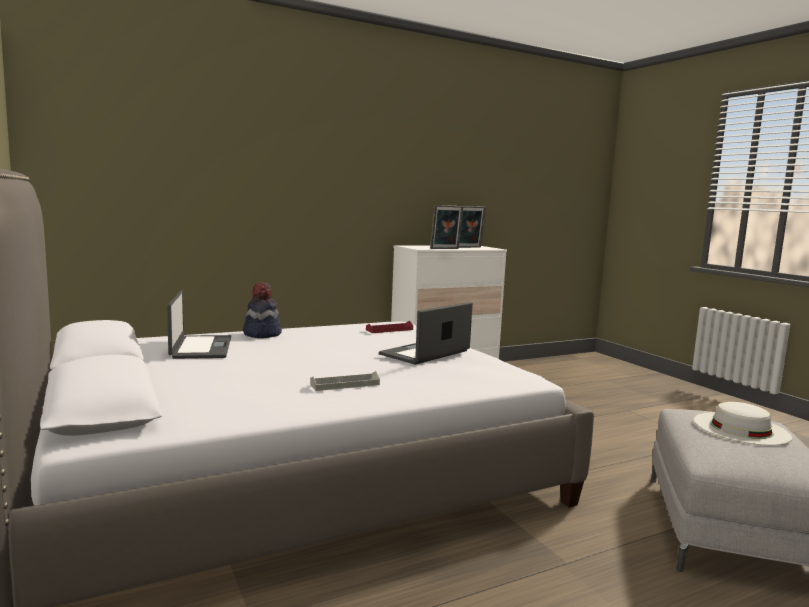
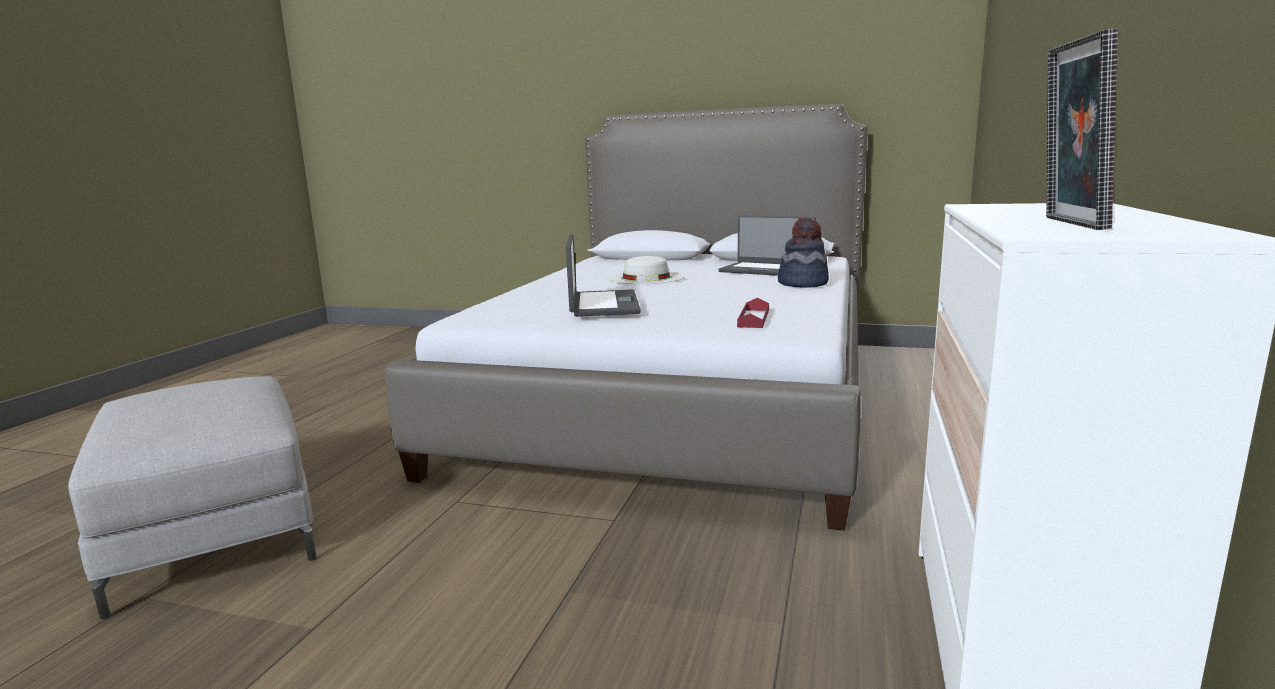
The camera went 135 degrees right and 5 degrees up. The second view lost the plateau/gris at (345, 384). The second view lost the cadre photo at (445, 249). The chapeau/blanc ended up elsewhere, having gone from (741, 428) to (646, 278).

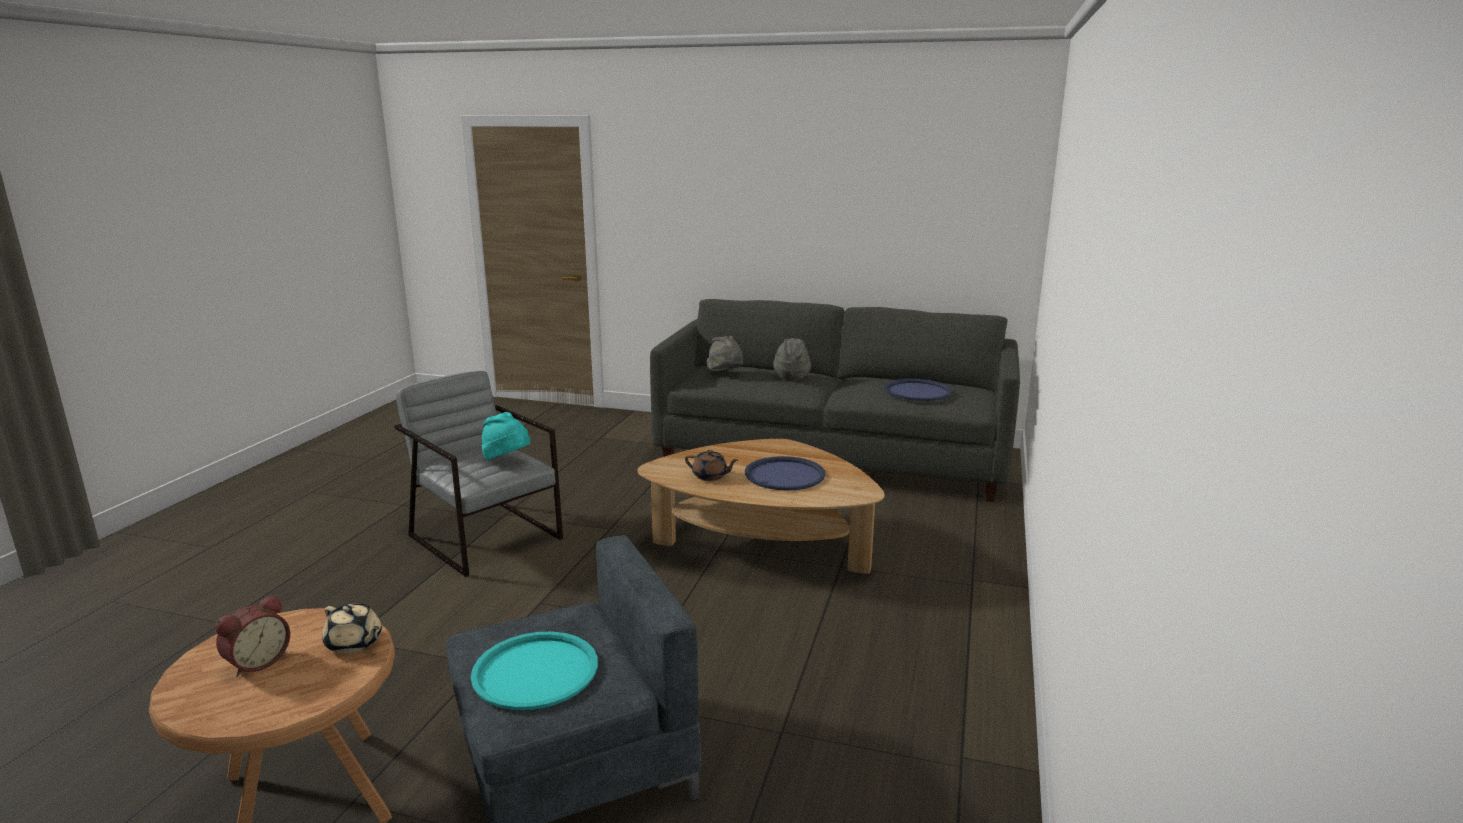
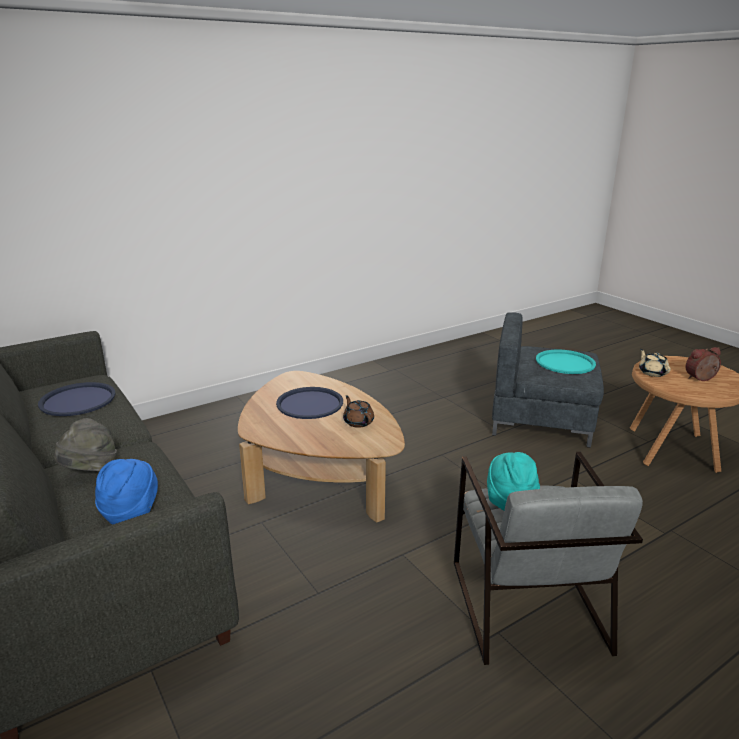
The camera went 140 degrees left and 5 degrees up. What was the chapeau/gris at (726, 374) turned into the chapeau/bleu at (130, 512).

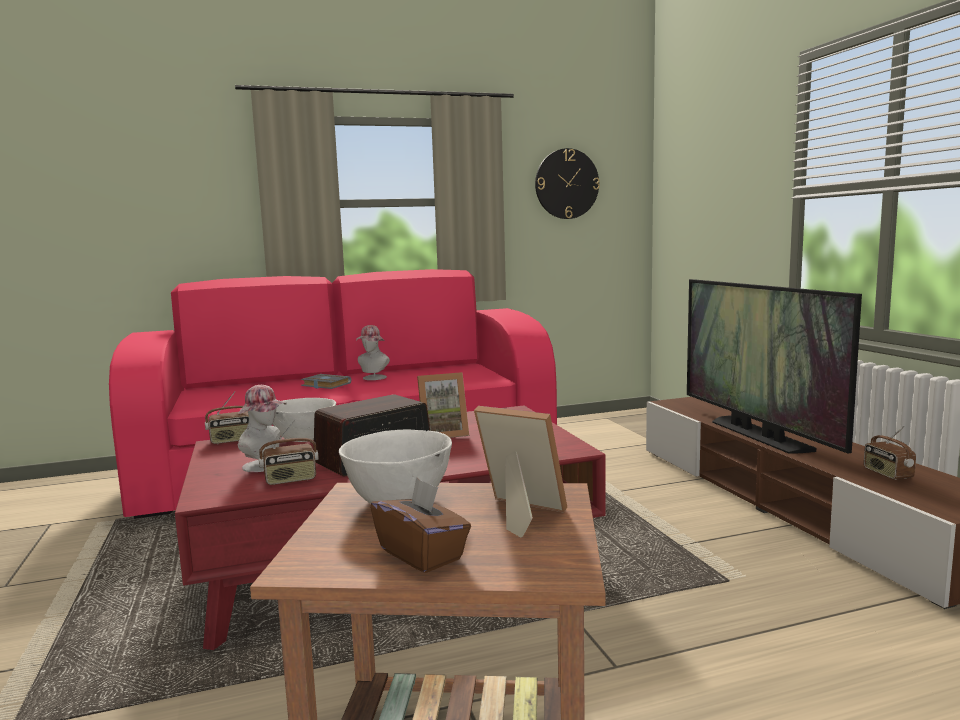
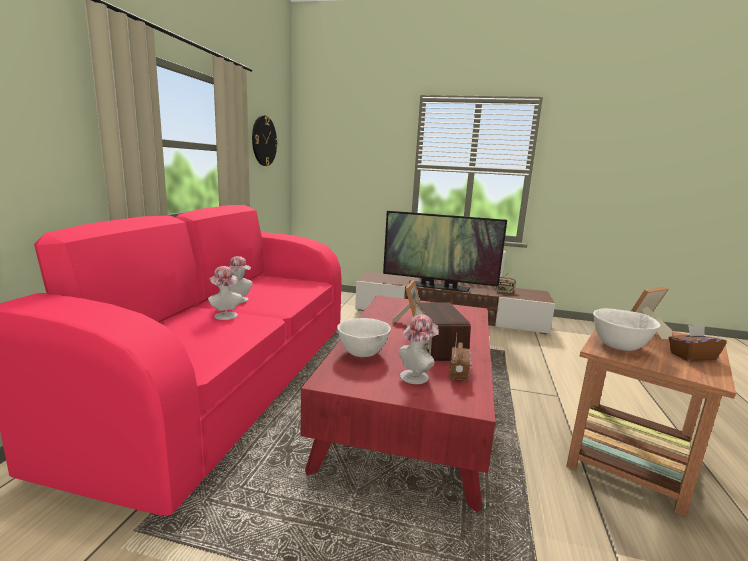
The camera went 60 degrees left and 5 degrees up. The second view lost the radio at (232, 441). Where the livre/gris stood at (324, 385), the chapeau came to stand at (225, 315).

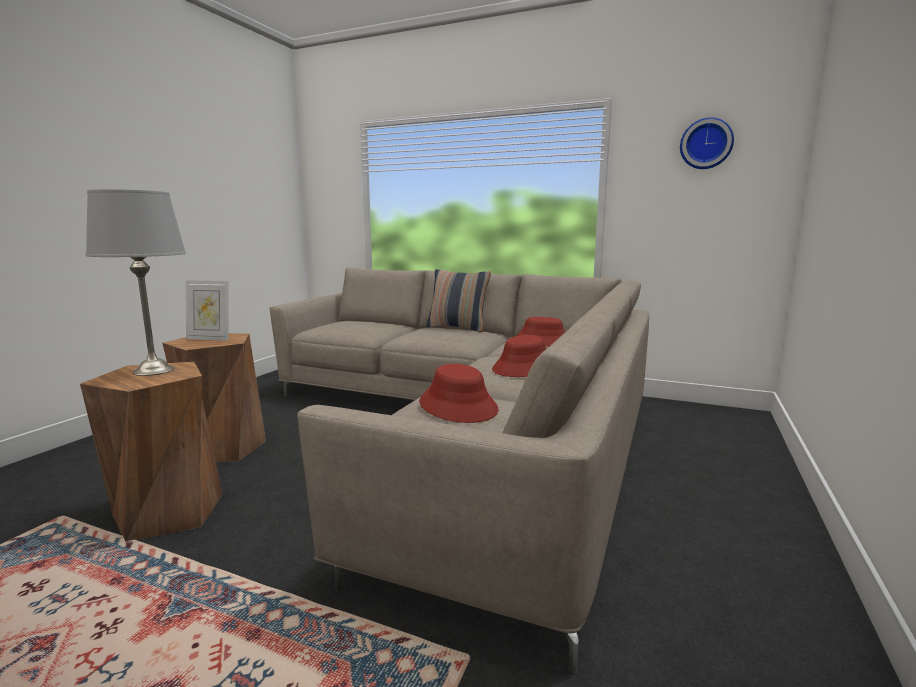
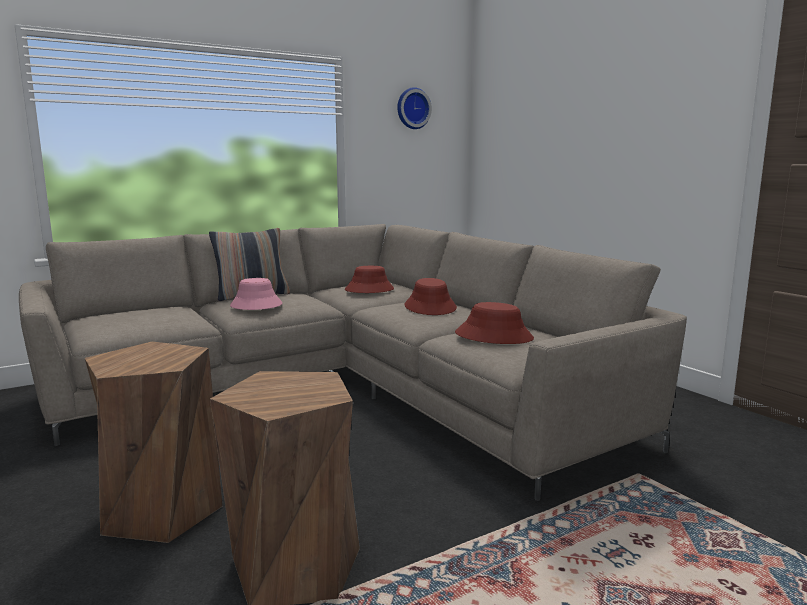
The camera went 55 degrees left and 0 degrees up. The second view lost the lampe de table/gris at (153, 371). The second view lost the cadre photo at (210, 338). The second view gained the chapeau/rose at (256, 305).

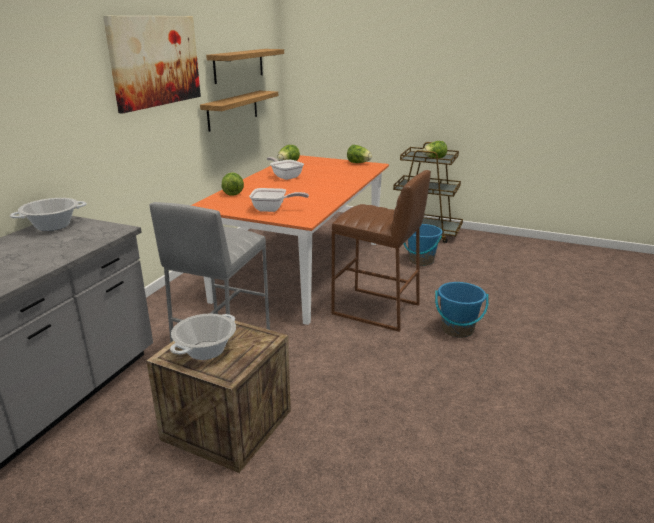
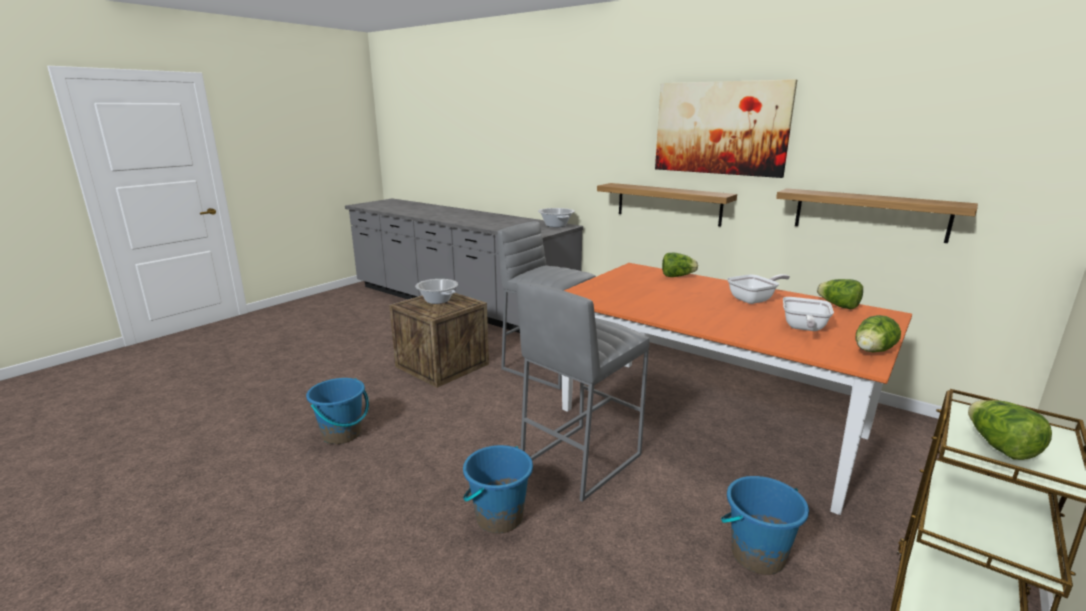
The camera went 105 degrees right and 5 degrees down. The second view gained the seau/bleu at (342, 434). The étagère ended up elsewhere, having gone from (239, 65) to (668, 204). The poêle ended up elsewhere, having gone from (273, 209) to (803, 328). What was the tabouret/marron at (376, 309) turned into the tabouret/gris at (579, 460).

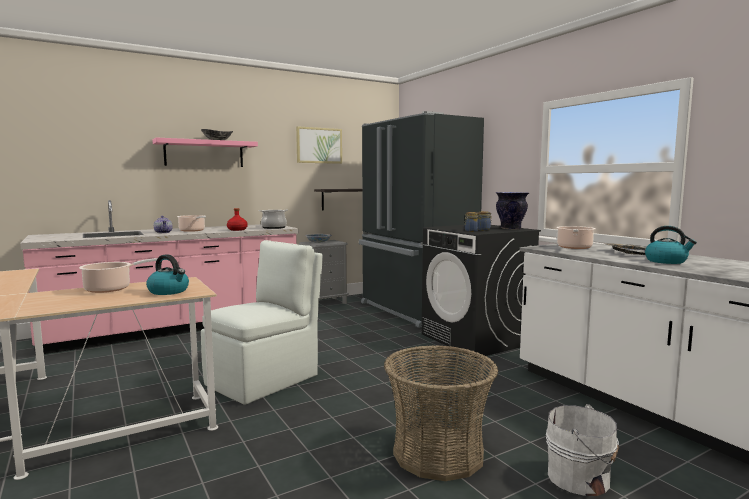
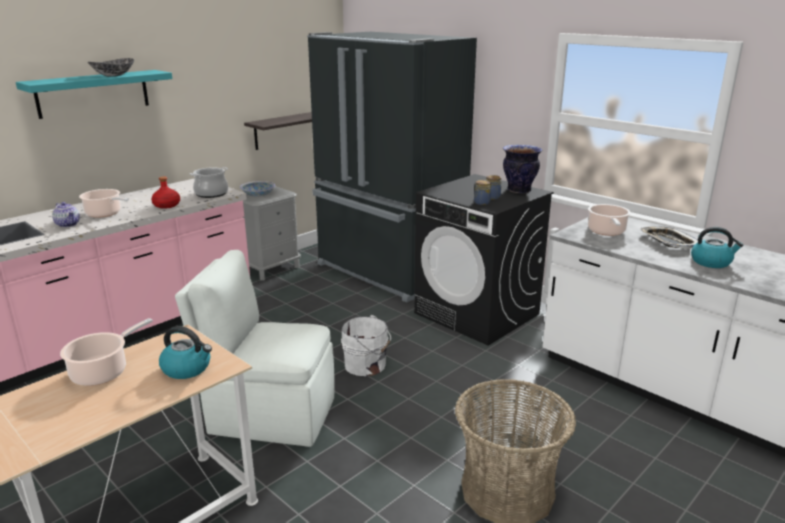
The camera went 15 degrees left and 15 degrees up. The second view lost the tableau at (319, 145). The seau/blanc ended up elsewhere, having gone from (581, 479) to (367, 365). What was the étagère/rose at (204, 153) turned into the étagère/turquoise at (93, 93). The chaise/blanc at (265, 379) ended up facing another way, 105 degrees counterclockwise from before.

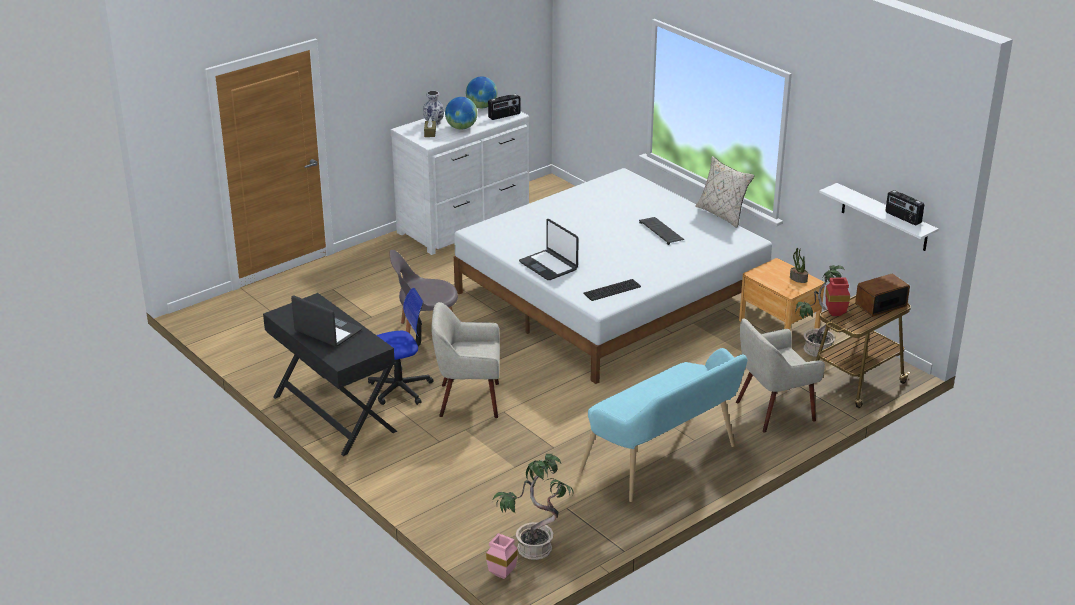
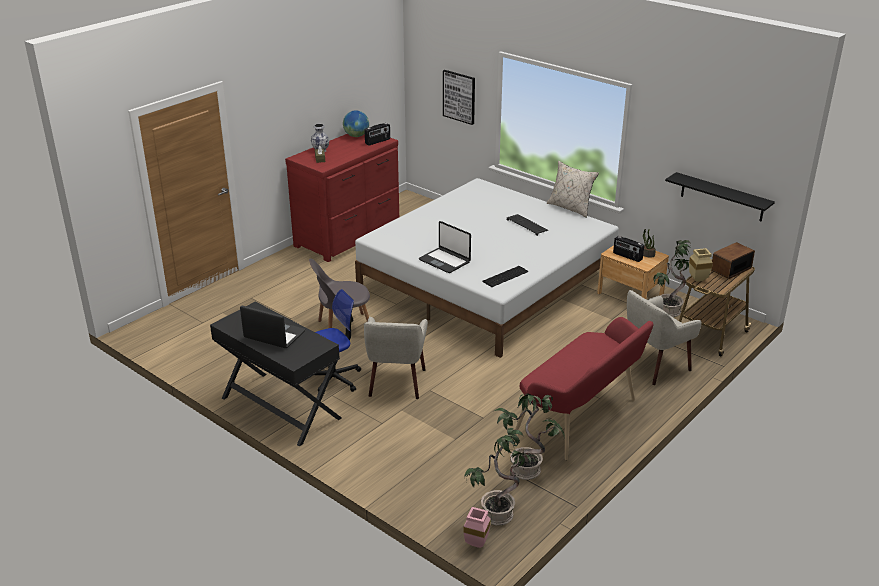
The camera went 10 degrees left and 0 degrees up. The second view lost the globe at (461, 128). The second view gained the tableau at (459, 96). The second view gained the plante en pot at (527, 469). The radio ended up elsewhere, having gone from (902, 218) to (627, 256). What was the commode/blanc at (465, 225) turned into the commode/rouge at (349, 236). What was the banc/turquoise at (664, 461) turned into the banc/rouge at (581, 420). What was the étagère/blanc at (884, 218) turned into the étagère/noir at (722, 197). What was the vase/rouge at (834, 314) turned into the vase/beige at (697, 280). The fauteuil/beige at (468, 400) ended up facing another way, 75 degrees counterclockwise from before.

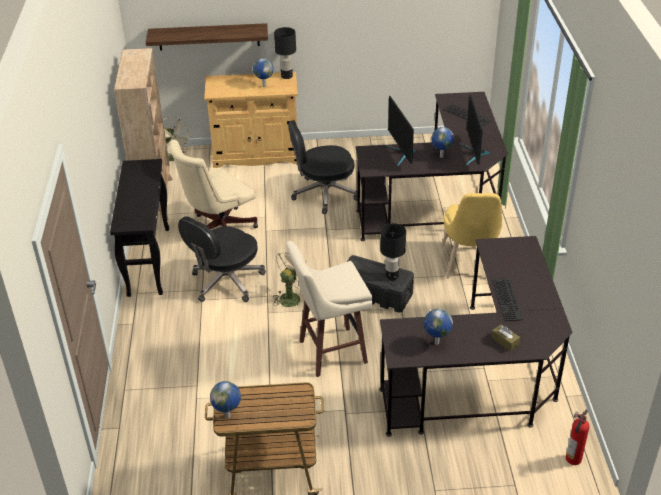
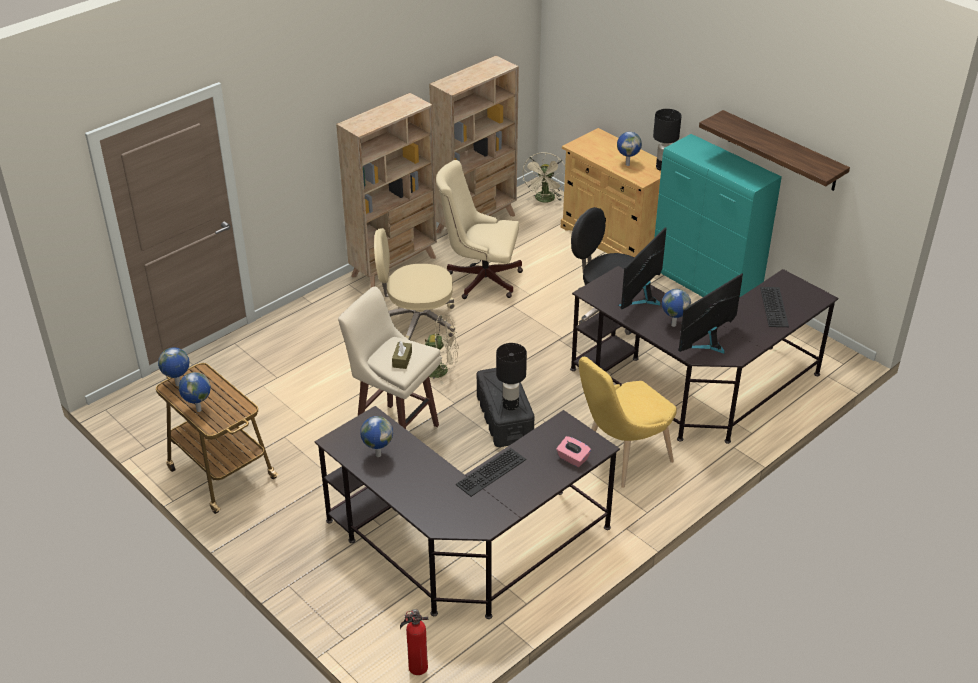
The camera went 50 degrees right and 0 degrees up. The second view gained the globe at (198, 410). The second view gained the boîte à mouchoirs/rose at (572, 459). The second view gained the meuble de rangement/turquoise at (705, 286). The étagère ended up elsewhere, having gone from (208, 37) to (782, 151). The boîte à mouchoirs/marron ended up elsewhere, having gone from (505, 341) to (402, 359). Where the table console/noir stood at (148, 261), the bibliothèque/beige came to stand at (394, 266). What was the chaise de bureau/noir at (226, 282) turned into the chaise de bureau/beige at (416, 322).

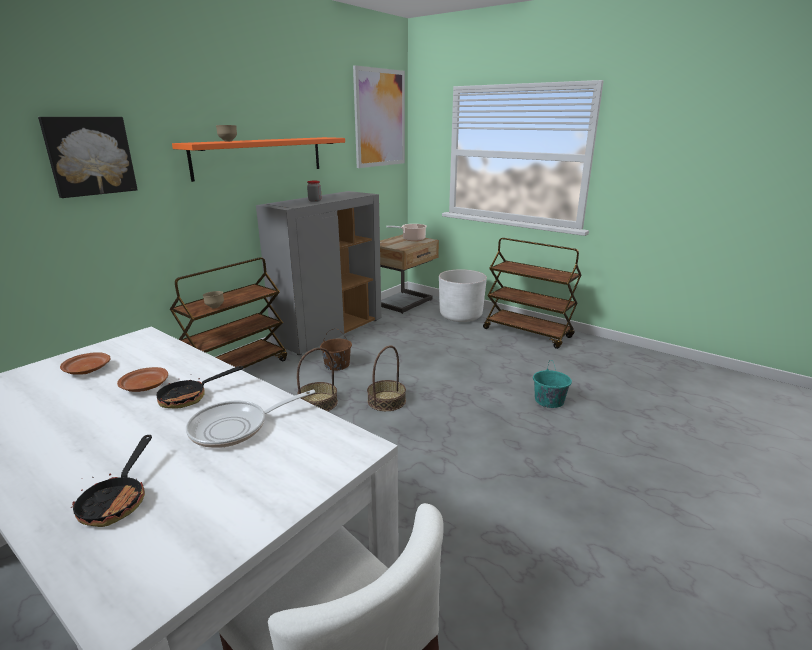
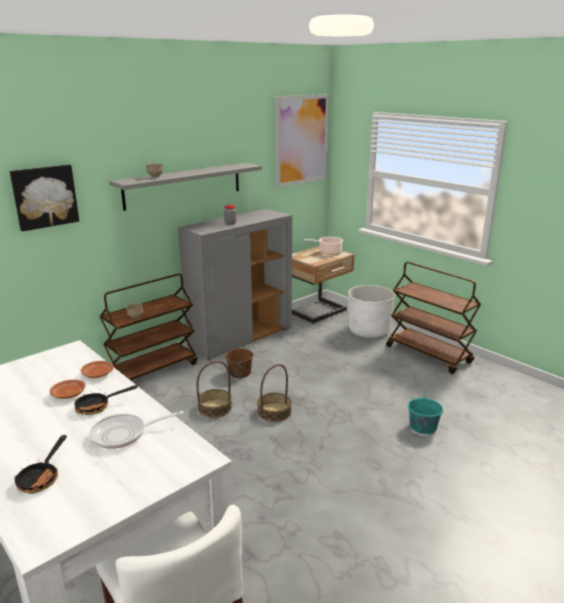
The camera went 10 degrees right and 0 degrees up. The assiette/marron ended up elsewhere, having gone from (87, 370) to (97, 374). What was the étagère/orange at (260, 157) turned into the étagère/gris at (184, 185).

